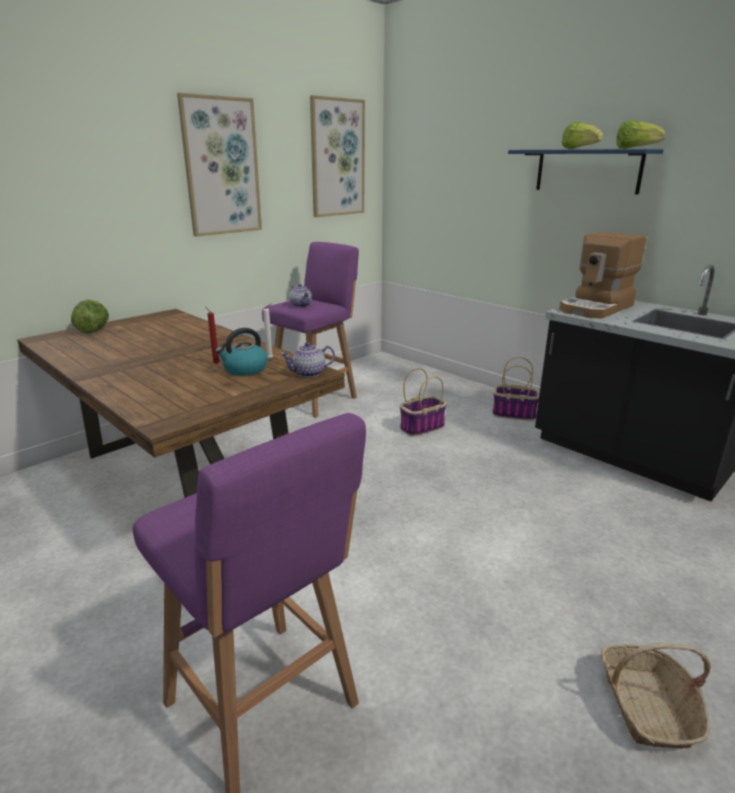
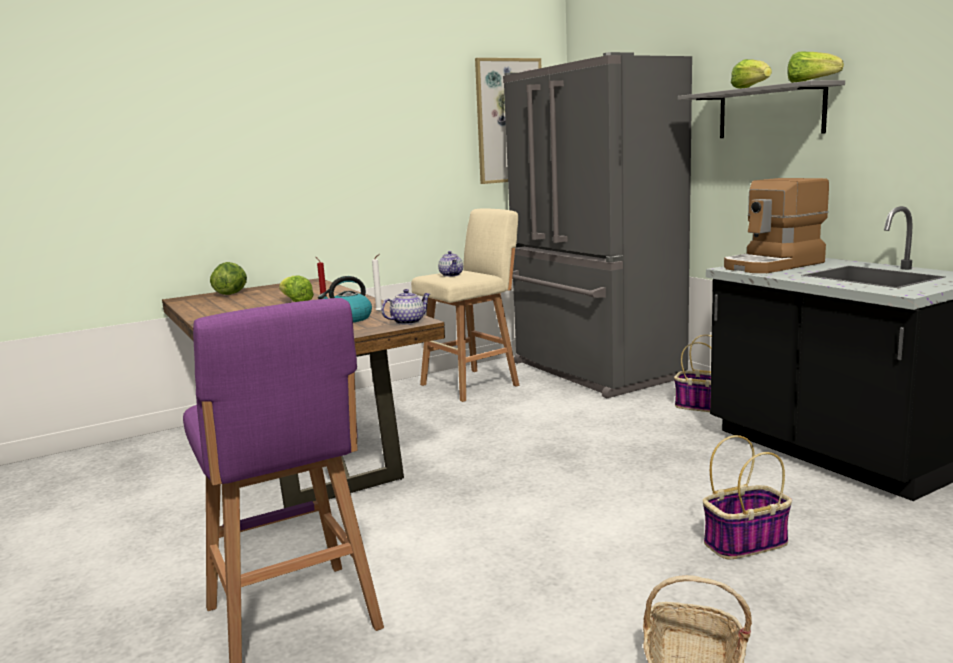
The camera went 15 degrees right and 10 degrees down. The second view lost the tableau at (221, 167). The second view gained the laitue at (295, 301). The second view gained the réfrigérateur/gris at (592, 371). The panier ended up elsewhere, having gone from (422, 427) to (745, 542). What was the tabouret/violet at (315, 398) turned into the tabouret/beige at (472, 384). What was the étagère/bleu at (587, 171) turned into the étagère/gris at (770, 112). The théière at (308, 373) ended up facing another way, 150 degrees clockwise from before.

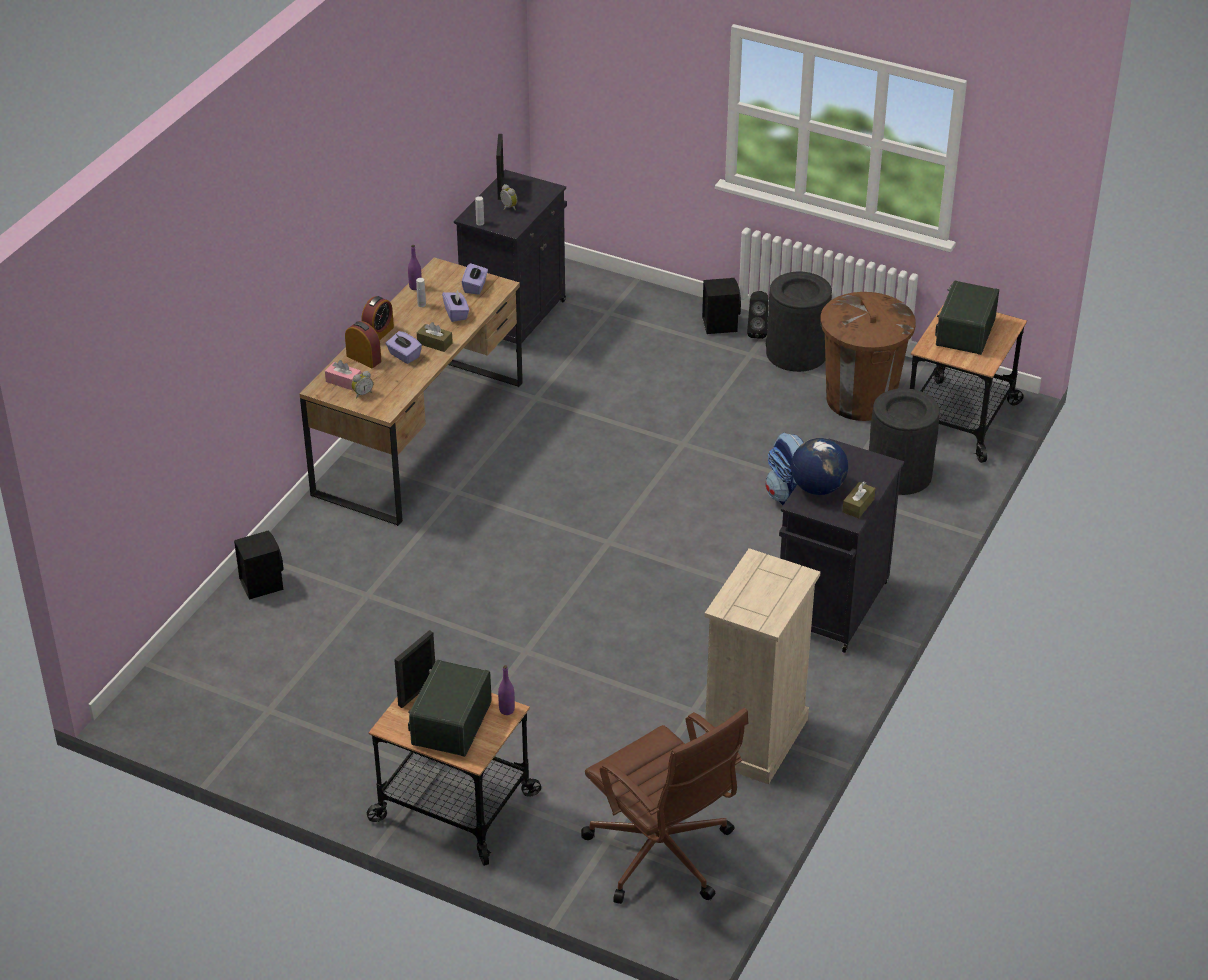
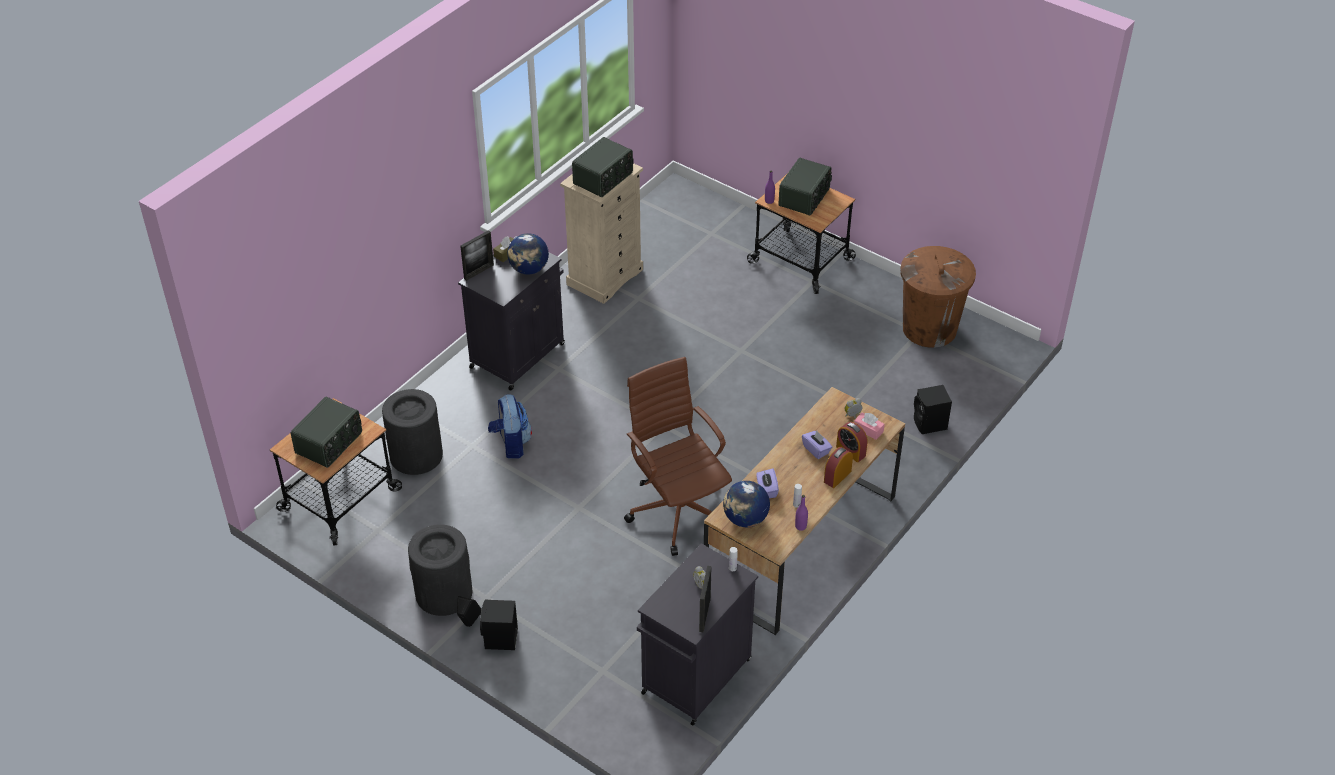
The camera went 170 degrees left and 5 degrees up. The second view lost the boîte à mouchoirs/marron at (434, 343). The second view gained the radio at (604, 179). The cadre photo ended up elsewhere, having gone from (417, 692) to (479, 272). The chaise de bureau/marron ended up elsewhere, having gone from (662, 856) to (678, 510). The poubelle/marron ended up elsewhere, having gone from (860, 399) to (929, 328). Where the boîte à mouchoirs/violet stood at (475, 287), the globe came to stand at (745, 519).

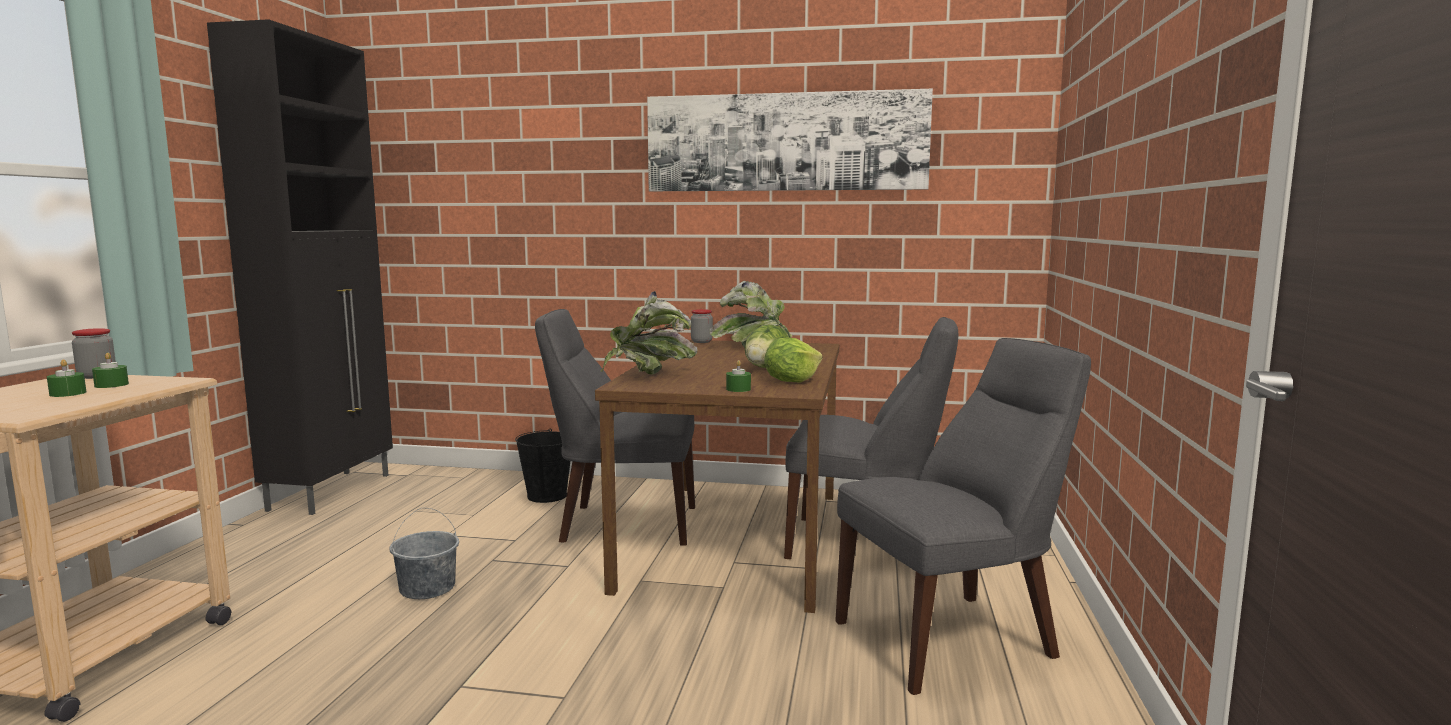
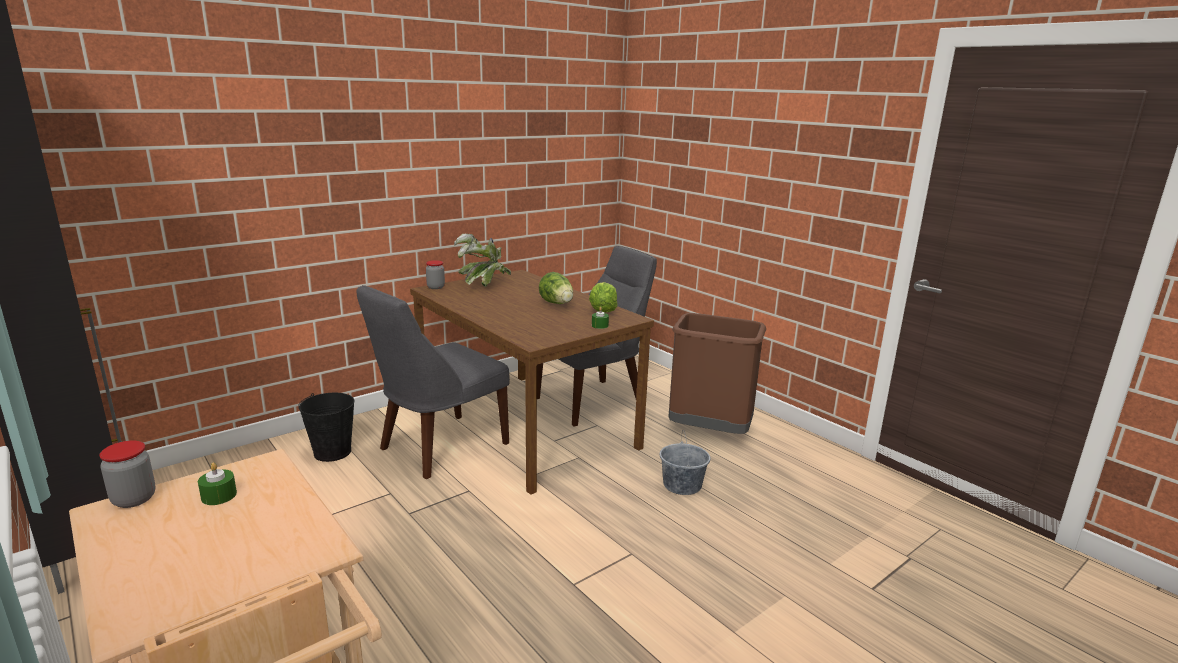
The camera went 50 degrees left and 10 degrees up. The second view lost the bougie/vert at (68, 393). The second view lost the plante en pot at (649, 376). The second view lost the tableau at (785, 142). The seau/gris ended up elsewhere, having gone from (427, 588) to (682, 485). Where the chaise/gris stood at (953, 638), the poubelle/marron came to stand at (710, 431).

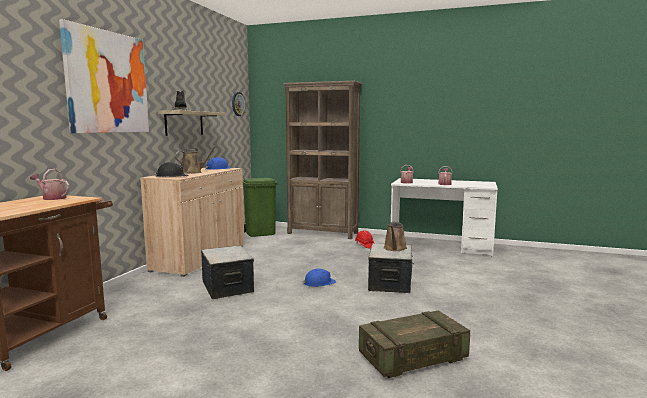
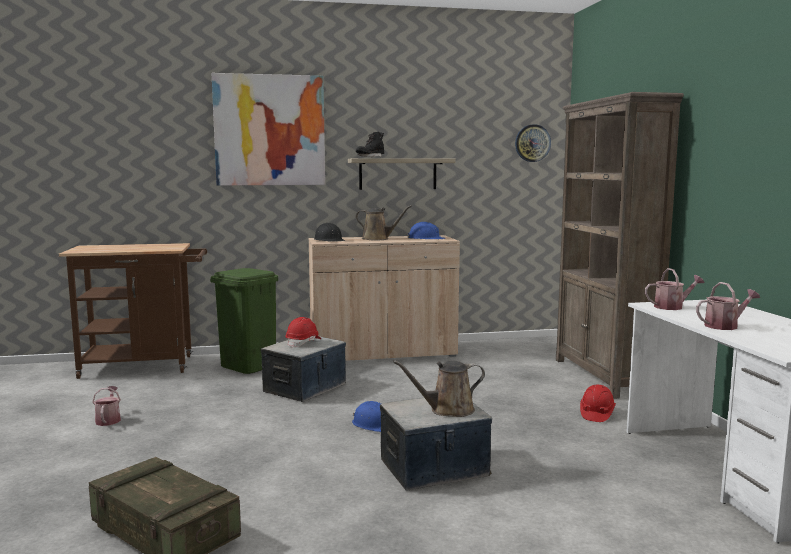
The camera went 60 degrees right and 0 degrees up. The second view gained the casque de chantier/rouge at (303, 342). The arrosoir ended up elsewhere, having gone from (52, 198) to (109, 419). The poubelle/vert ended up elsewhere, having gone from (260, 233) to (249, 366).

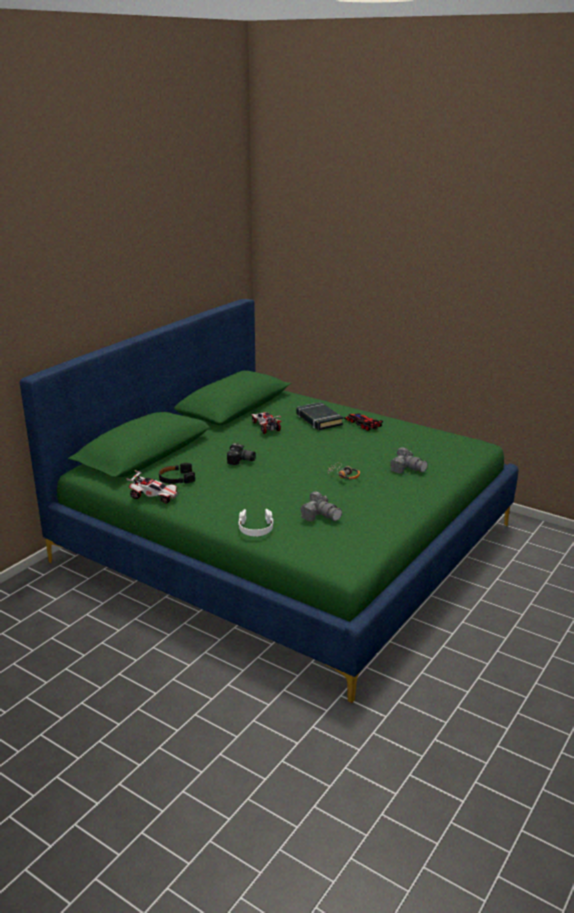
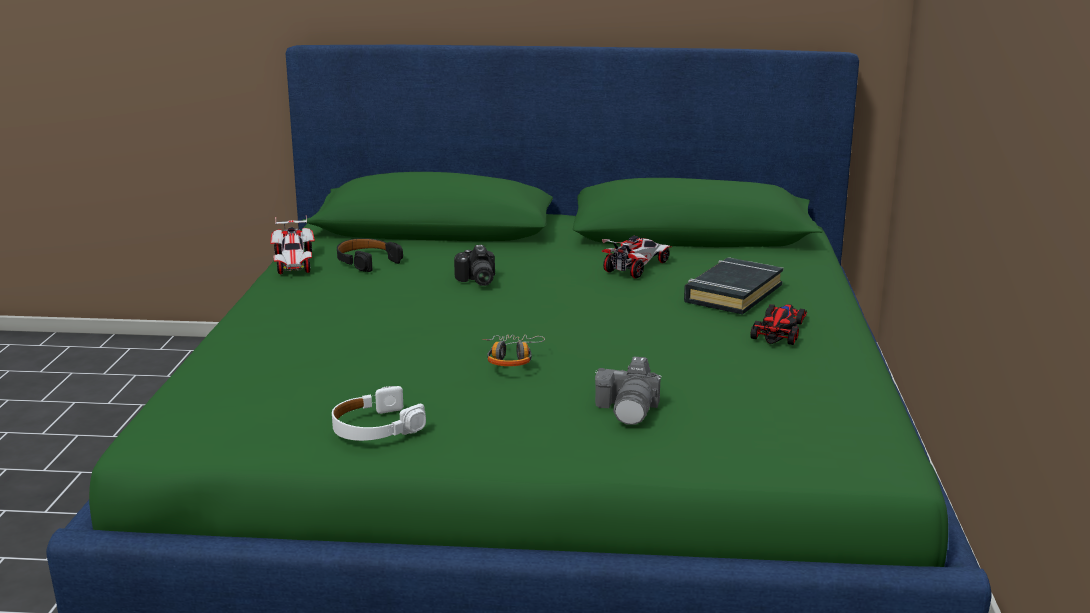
The camera went 60 degrees right and 5 degrees down. The second view lost the appareil photo at (321, 516). The casque audio/blanc ended up elsewhere, having gone from (256, 528) to (375, 428).

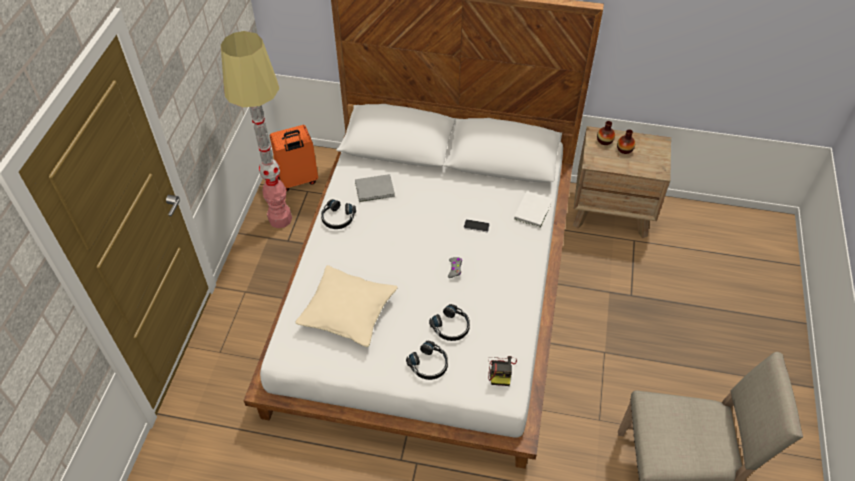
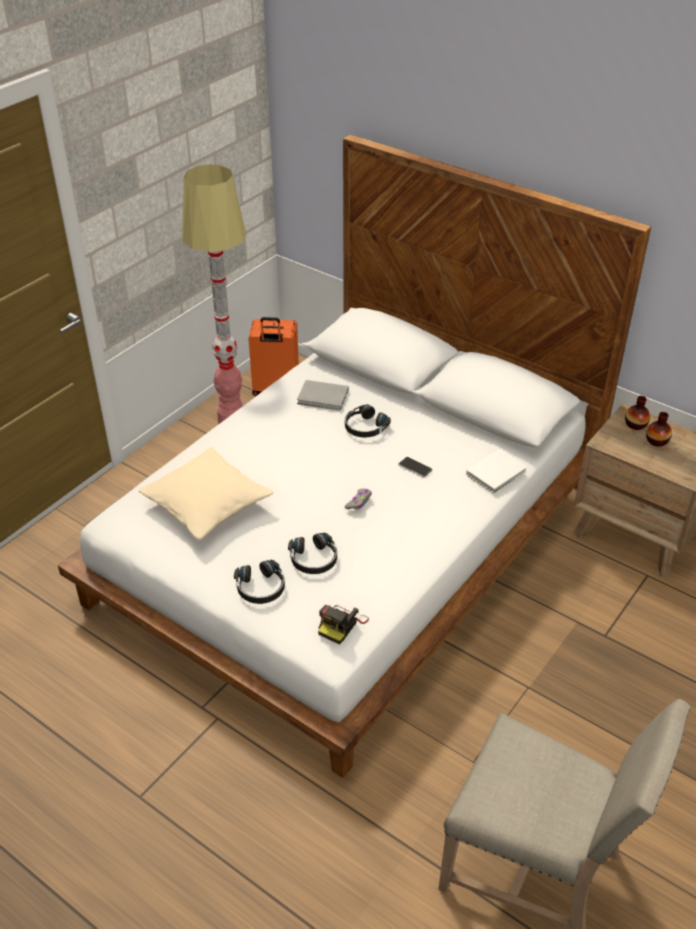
The camera went 25 degrees right and 10 degrees down. The casque audio/noir ended up elsewhere, having gone from (337, 218) to (365, 427).

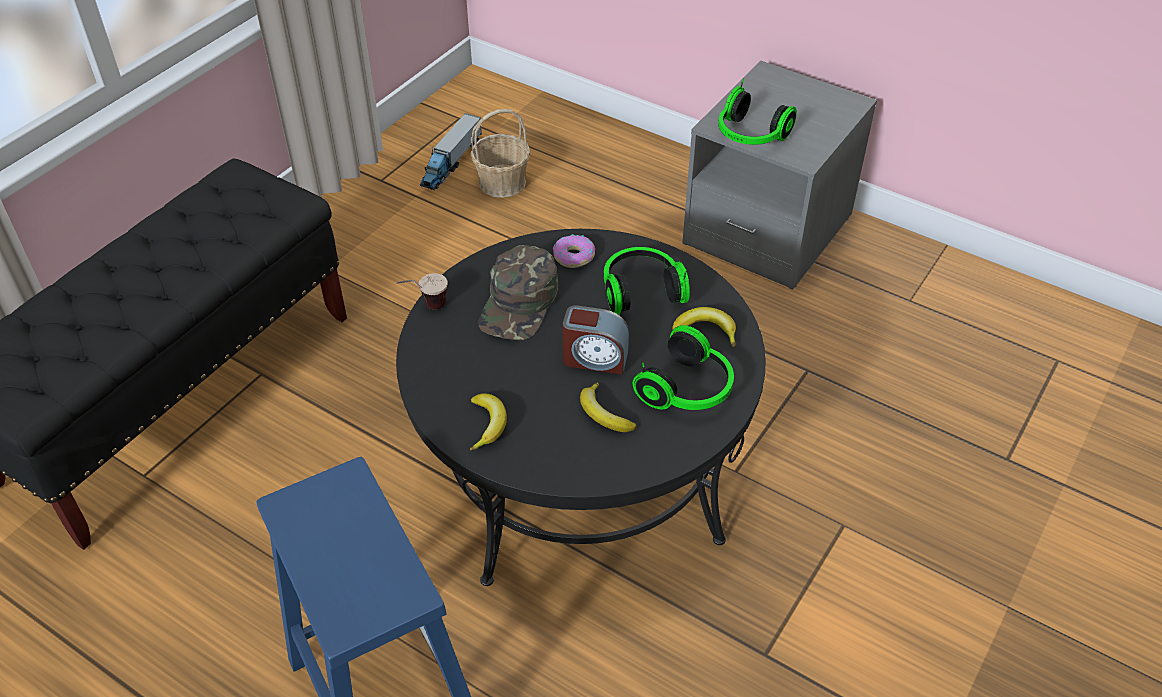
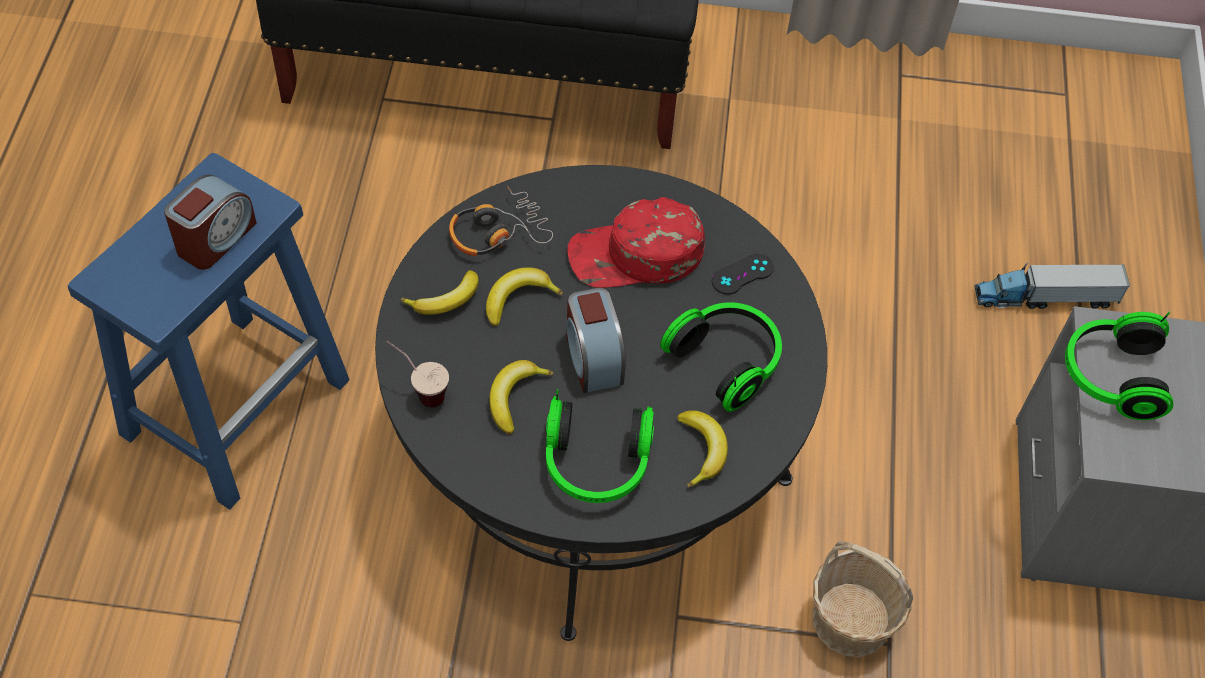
The camera went 60 degrees right and 10 degrees up. The second view gained the réveil at (215, 238). The second view gained the casque audio at (497, 232). The second view gained the banane at (518, 299). The tasse ended up elsewhere, having gone from (425, 308) to (419, 390). The camion jouet ended up elsewhere, having gone from (451, 162) to (1045, 297). The panier ended up elsewhere, having gone from (502, 182) to (851, 620). Where the beignet stood at (574, 256), the manette/noir came to stand at (742, 274). What was the casquette/vert at (520, 303) turned into the casquette/rouge at (635, 255).

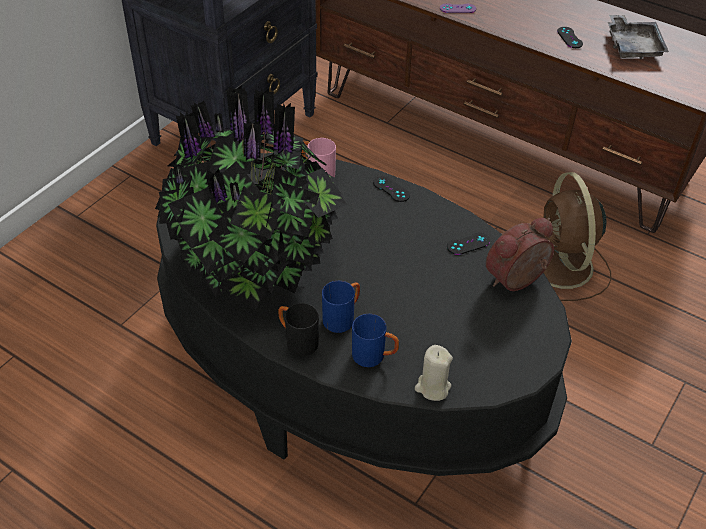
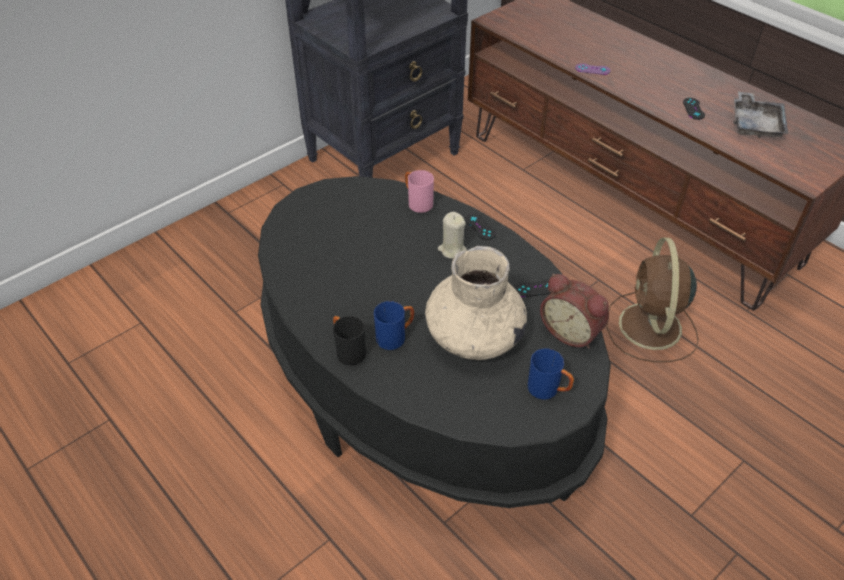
The camera went 15 degrees right and 0 degrees up. The second view lost the plante en pot at (255, 260). The second view gained the vase/beige at (474, 336). The mug/bleu ended up elsewhere, having gone from (374, 356) to (548, 390). The bougie/beige ended up elsewhere, having gone from (432, 387) to (452, 250). The réveil at (517, 281) ended up facing another way, 120 degrees counterclockwise from before.

